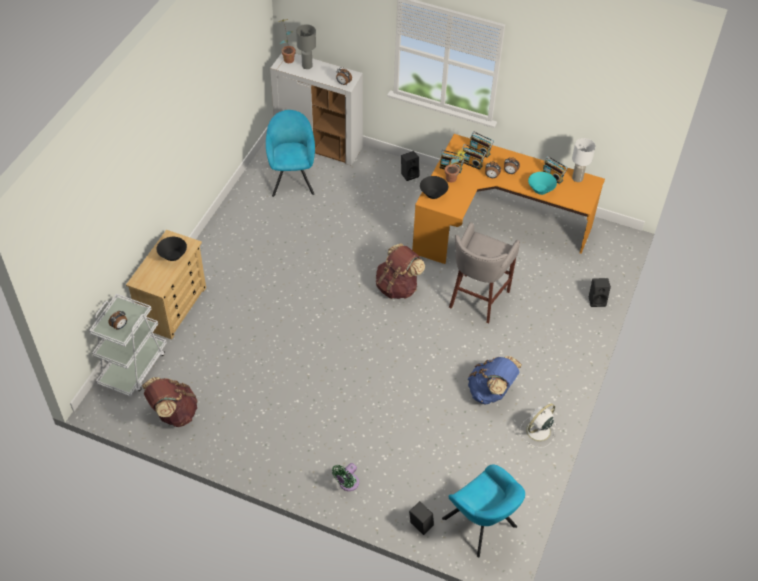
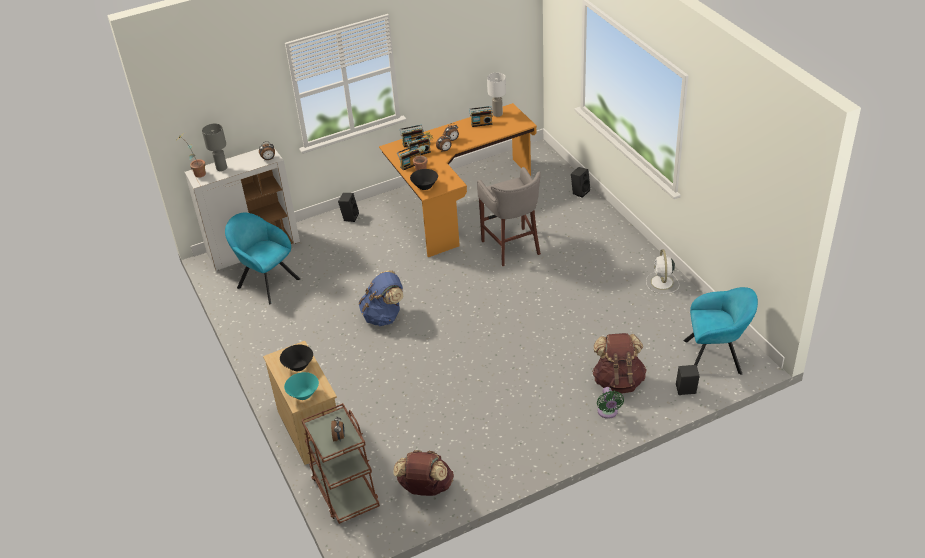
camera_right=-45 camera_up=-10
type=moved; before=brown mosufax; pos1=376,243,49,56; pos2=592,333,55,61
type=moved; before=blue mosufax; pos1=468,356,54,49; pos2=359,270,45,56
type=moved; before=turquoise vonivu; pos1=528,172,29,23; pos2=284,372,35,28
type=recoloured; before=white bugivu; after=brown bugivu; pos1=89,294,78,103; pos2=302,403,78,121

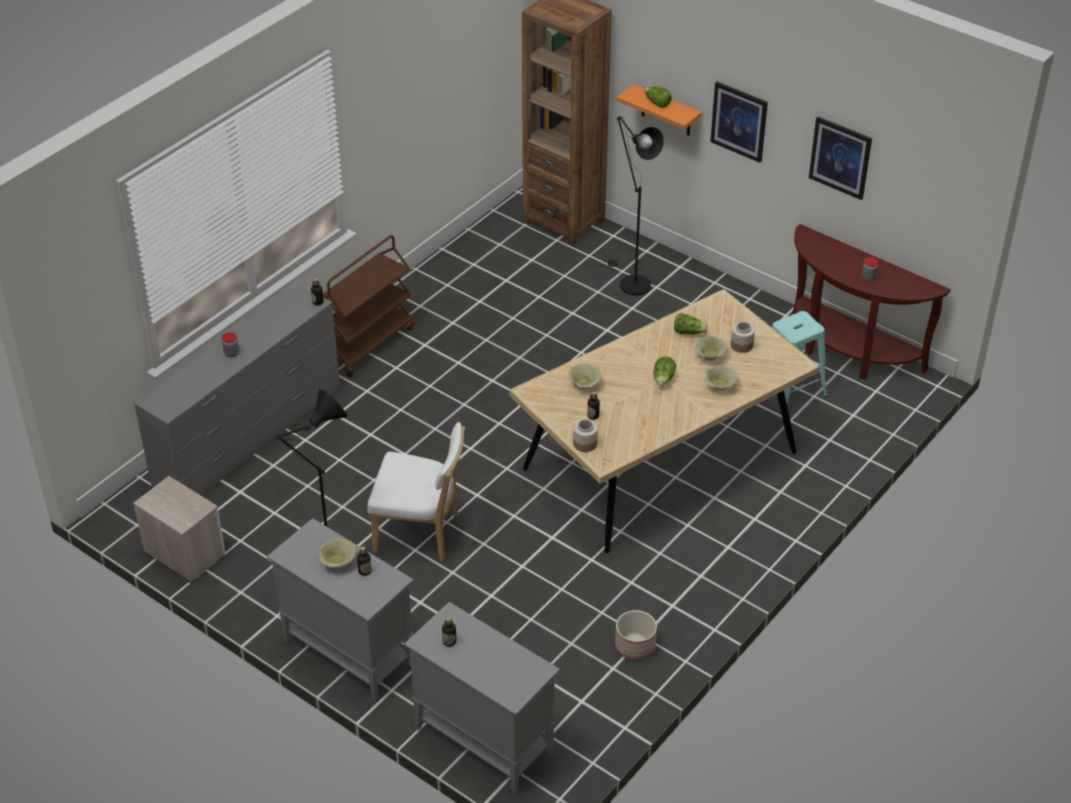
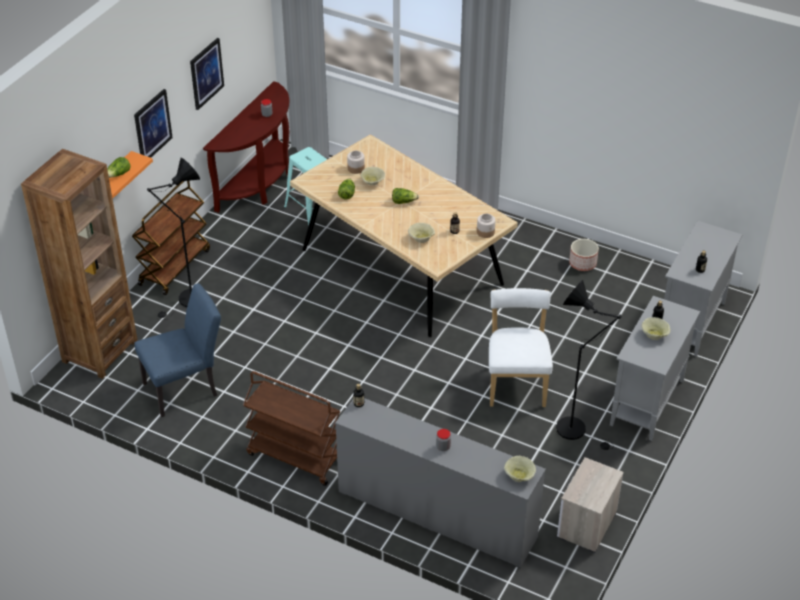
camera_right=-100 camera_up=0
type=added; after=brown bugivu; pos2=132,181,78,114
type=added; after=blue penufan; pos2=134,283,87,134
type=moved; before=beige vonivu; pos1=704,365,34,26; pos2=504,456,32,26

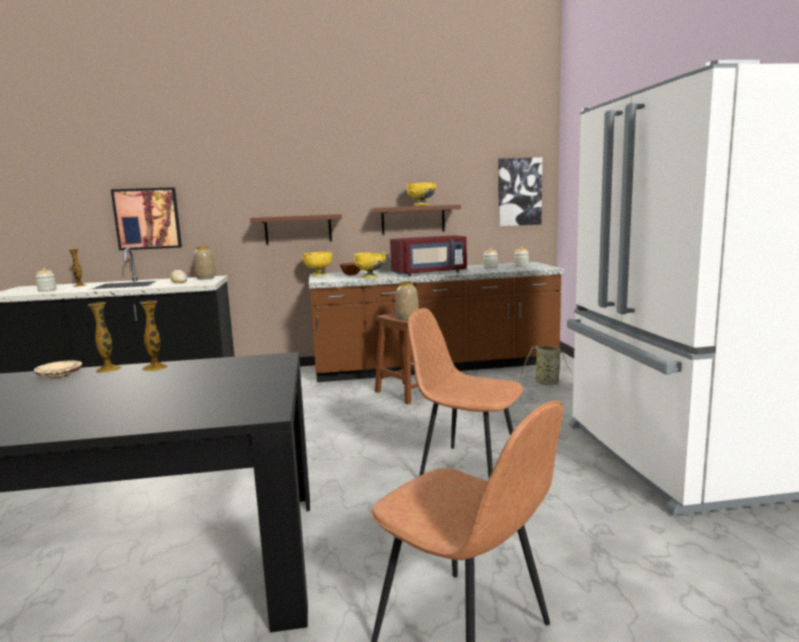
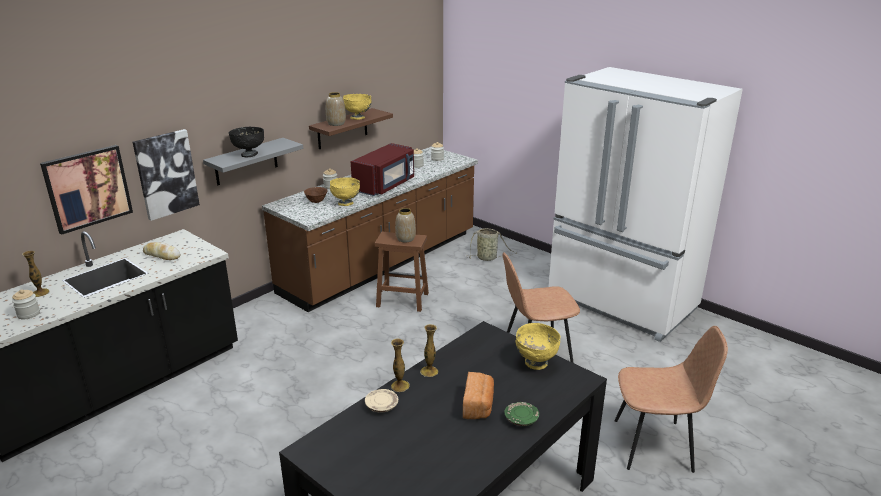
camera_right=-40 camera_up=15
type=added; after=black vonivu; pos2=229,127,35,30
type=added; after=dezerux; pos2=463,372,31,47
type=added; after=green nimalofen; pos2=504,402,35,24
type=moved; before=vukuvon; pos1=194,246,22,33; pos2=326,92,20,34
type=moved; before=yellow vonivu; pos1=302,252,30,24; pos2=515,323,45,47
type=moved; before=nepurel; pos1=499,157,43,69; pos2=133,129,67,92
type=recoloured; before=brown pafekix; after=grey pafekix; pos1=250,214,92,30; pos2=203,138,100,47

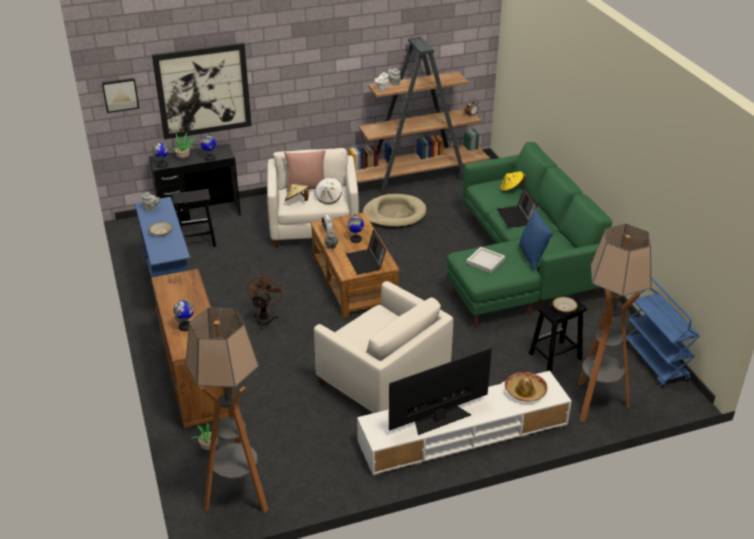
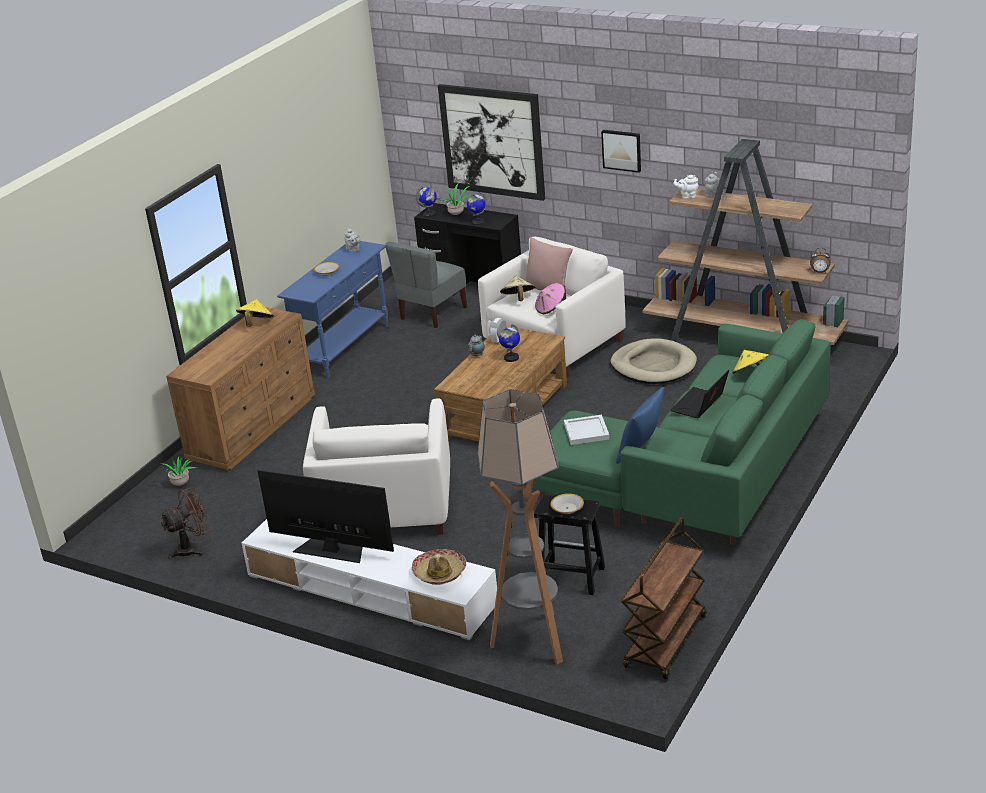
camera_right=50 camera_up=-5
type=removed; before=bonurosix; pos1=174,300,20,31
type=removed; before=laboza; pos1=185,307,83,206
type=removed; before=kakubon; pos1=346,230,40,44
type=added; after=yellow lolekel; pos2=236,299,38,28
type=moved; before=nepurel; pos1=102,78,37,35; pos2=601,130,40,43
type=moved; before=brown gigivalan; pos1=247,273,37,57; pos2=160,487,51,72
type=replaced; before=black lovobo; after=grey penufan; pos1=172,189,44,58; pos2=385,242,82,86
type=recoloured; before=white lolekel; after=pink lolekel; pos1=315,178,27,26; pos2=535,283,31,31
type=recoloured; before=blue bugivu; after=brown bugivu; pos1=626,277,74,111; pos2=621,517,85,163

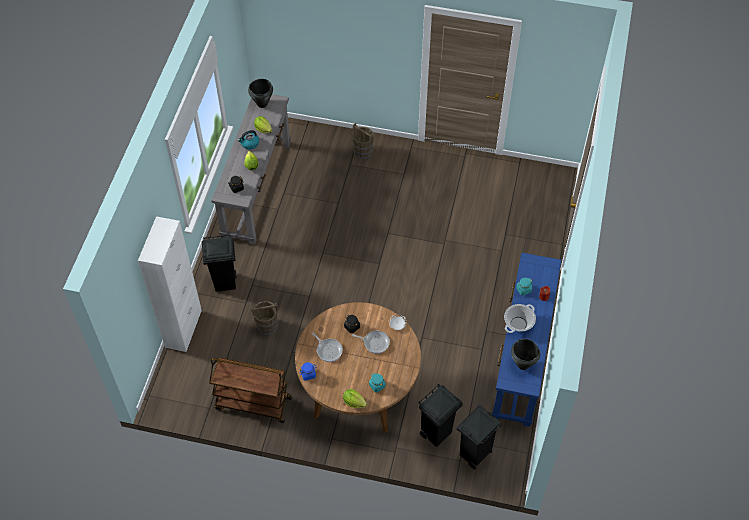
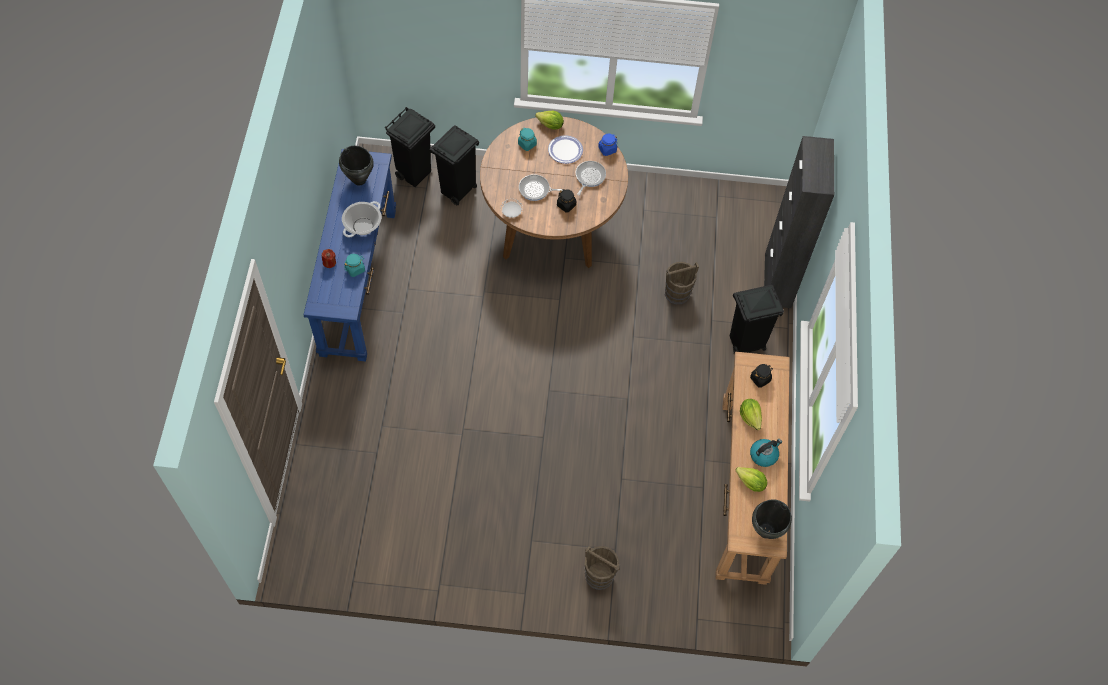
camera_right=170 camera_up=5
type=removed; before=brown bugivu; pos1=209,357,83,66
type=added; after=nimalofen; pos2=548,135,35,29
type=recoloured; before=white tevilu; after=black tevilu; pos1=138,216,64,136; pos2=764,136,70,172
type=recoloured; before=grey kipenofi; after=brown kipenofi; pos1=211,94,80,151; pos2=715,352,75,233
type=turned; before=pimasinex; pos1=312,332,31,30; pos2=575,161,31,35; turn=75

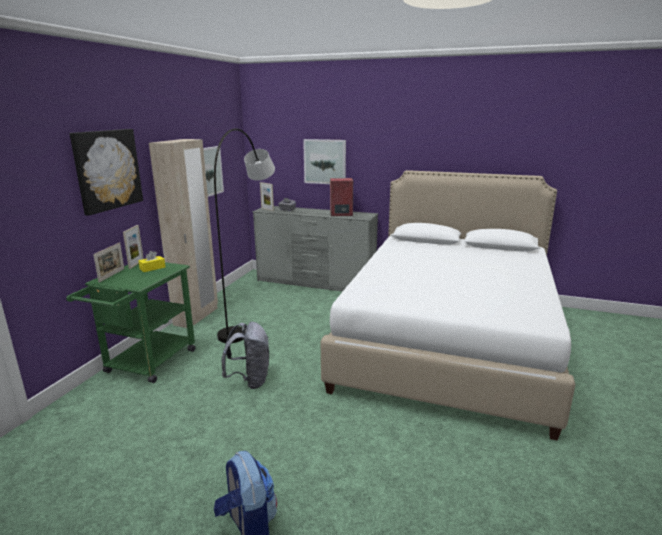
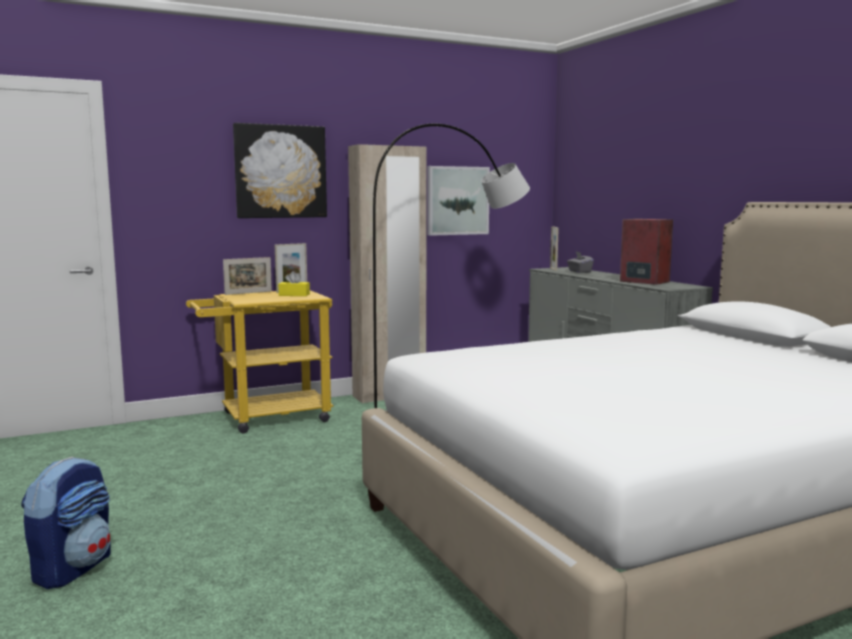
camera_right=45 camera_up=-10
type=removed; before=grey mosufax; pos1=222,322,47,67
type=removed; before=nepurel; pos1=303,139,43,45
type=recoloured; before=green bugivu; after=yellow bugivu; pos1=66,262,129,121; pos2=186,290,147,143

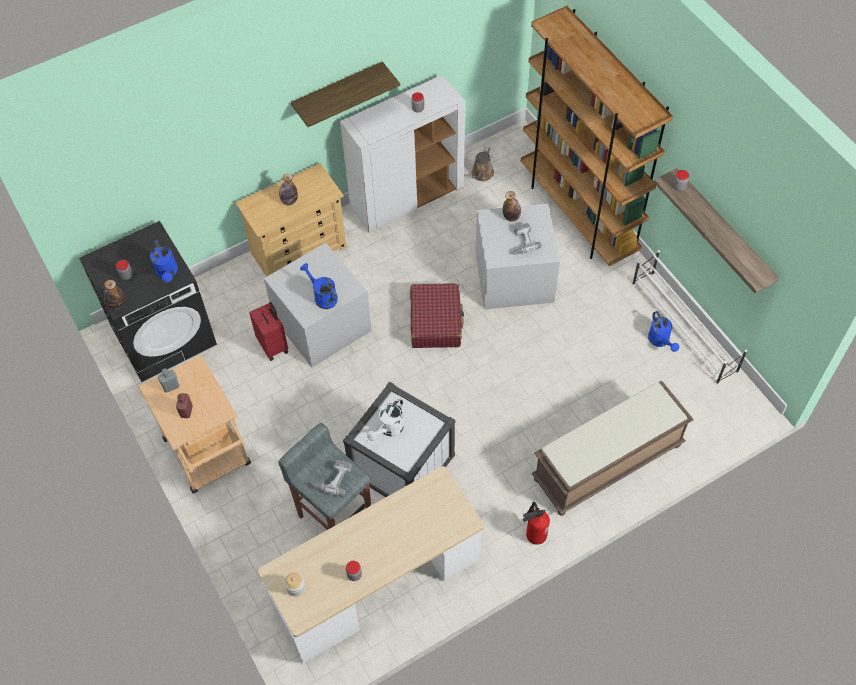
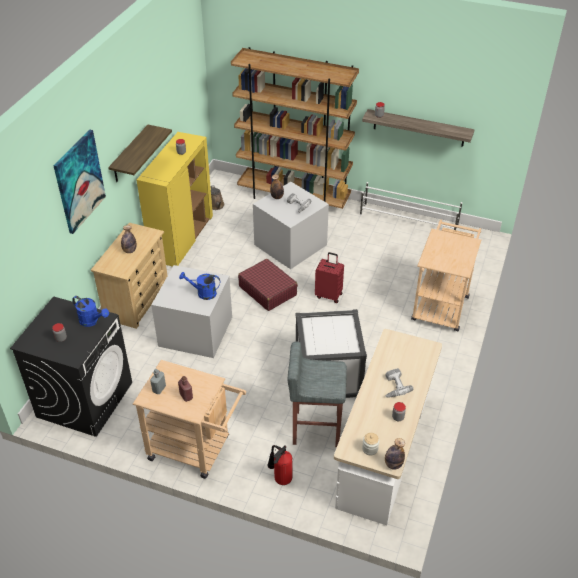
camera_right=-40 camera_up=-15
type=removed; before=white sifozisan; pos1=367,398,37,43
type=removed; before=blue sifozisan; pos1=648,311,31,41
type=added; after=nepurel; pos2=53,130,53,104
type=moved; before=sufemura; pos1=104,280,22,30; pos2=385,438,20,32
type=moved; before=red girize; pos1=249,302,39,59; pos2=315,252,29,51
type=moved; before=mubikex; pos1=311,460,42,36; pos2=385,368,28,29
type=moved; before=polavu; pos1=522,502,28,43; pos2=267,445,26,40
type=replaced; before=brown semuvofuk; after=beige bugivu; pos1=531,380,163,136; pos2=411,219,70,112
type=recoloured; before=white tevilu; after=yellow tevilu; pos1=340,75,125,158; pos2=137,132,76,135

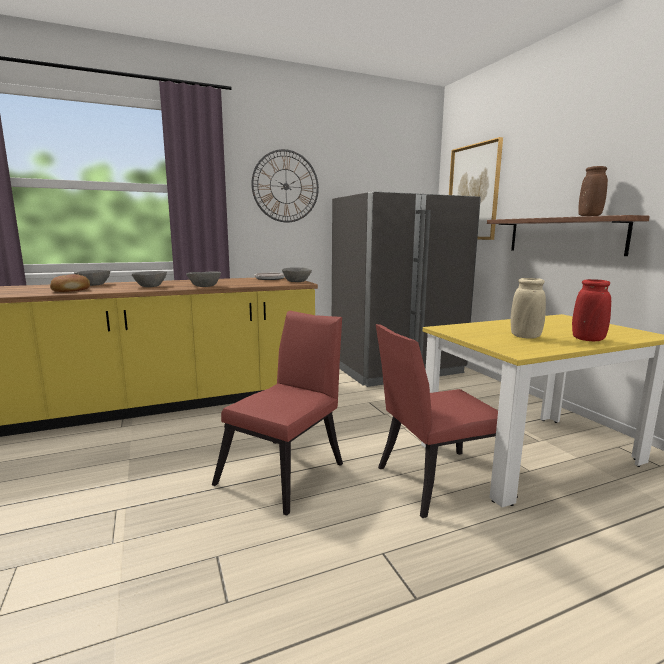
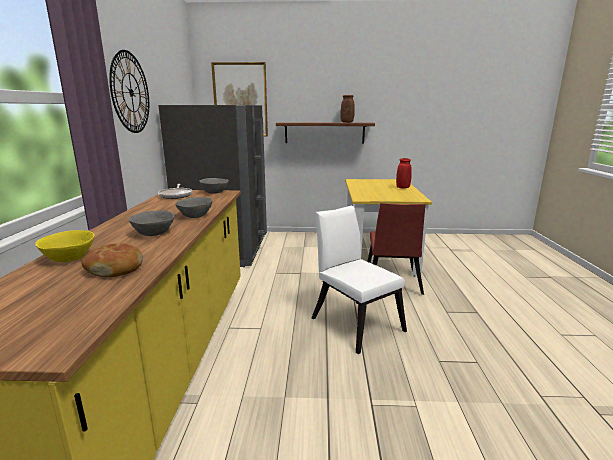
camera_right=-65 camera_up=5
type=removed; before=beige vukuvon; pos1=510,278,36,61
type=recoloured; before=grey vonivu; after=yellow vonivu; pos1=74,270,36,16; pos2=35,230,59,32
type=recoloured; before=red penufan; after=white penufan; pos1=212,311,131,205; pos2=311,206,96,148

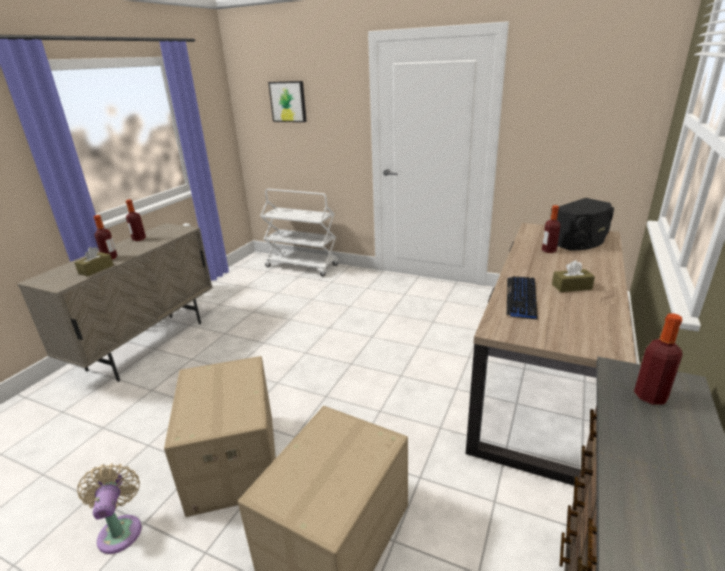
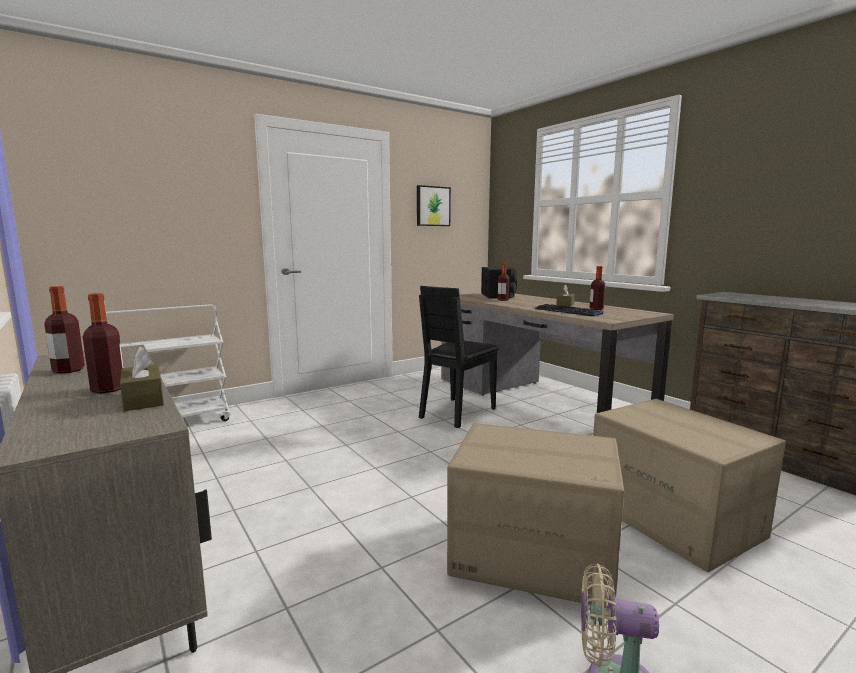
camera_right=-60 camera_up=-15
type=added; after=black penufan; pos2=419,286,80,142
type=moved; before=nepurel; pos1=268,81,39,41; pos2=417,185,34,41
type=moved; before=sufemura; pos1=634,313,49,92; pos2=590,266,16,44

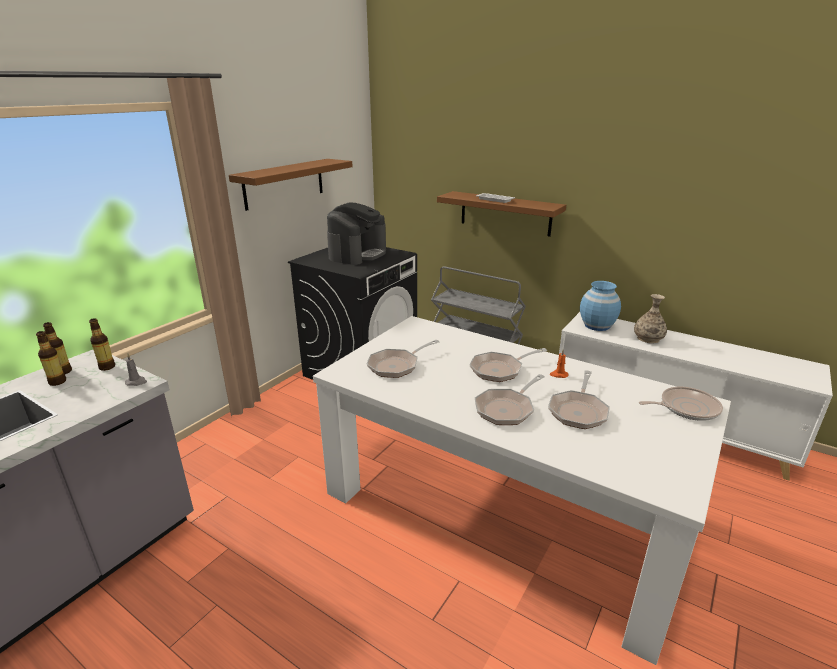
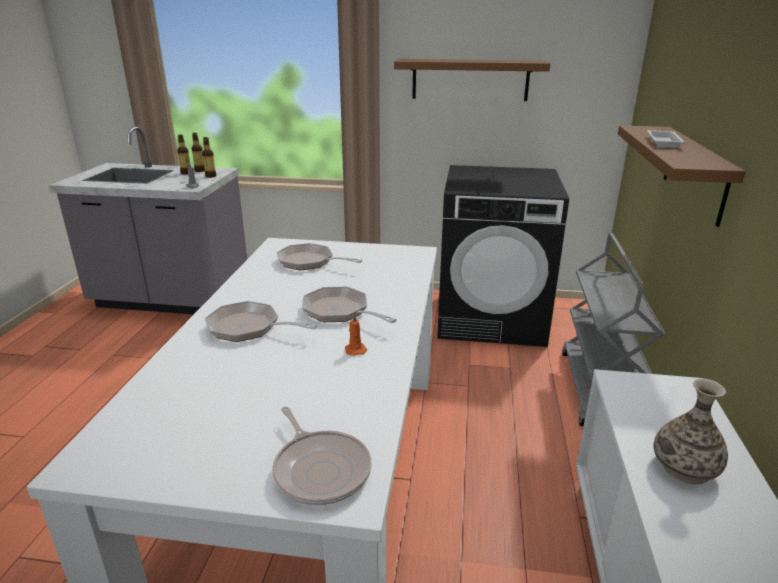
camera_right=65 camera_up=0
type=removed; before=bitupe; pos1=327,203,59,62
type=removed; before=pimasinex; pos1=548,370,62,59
type=removed; before=blue vukuvon; pos1=580,281,41,50

